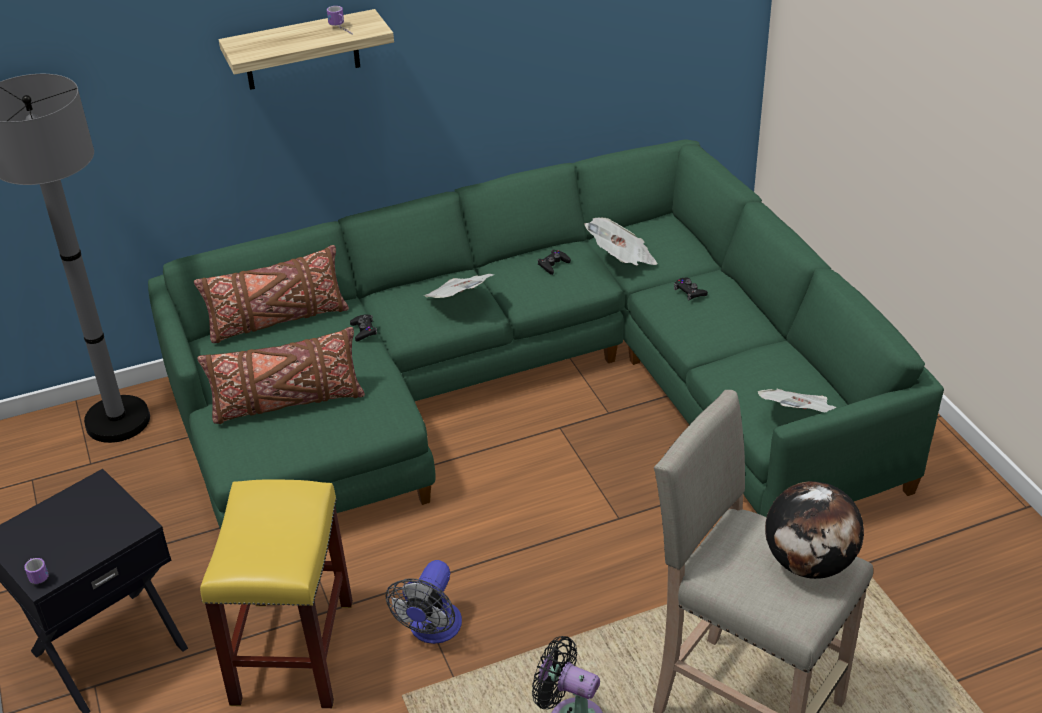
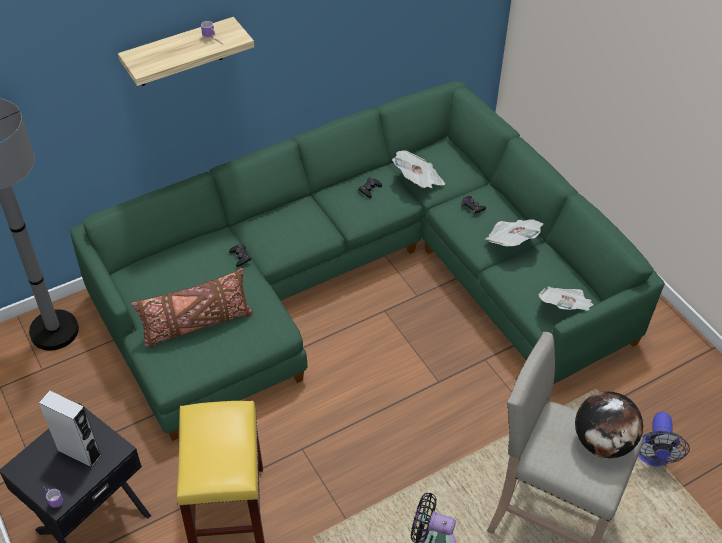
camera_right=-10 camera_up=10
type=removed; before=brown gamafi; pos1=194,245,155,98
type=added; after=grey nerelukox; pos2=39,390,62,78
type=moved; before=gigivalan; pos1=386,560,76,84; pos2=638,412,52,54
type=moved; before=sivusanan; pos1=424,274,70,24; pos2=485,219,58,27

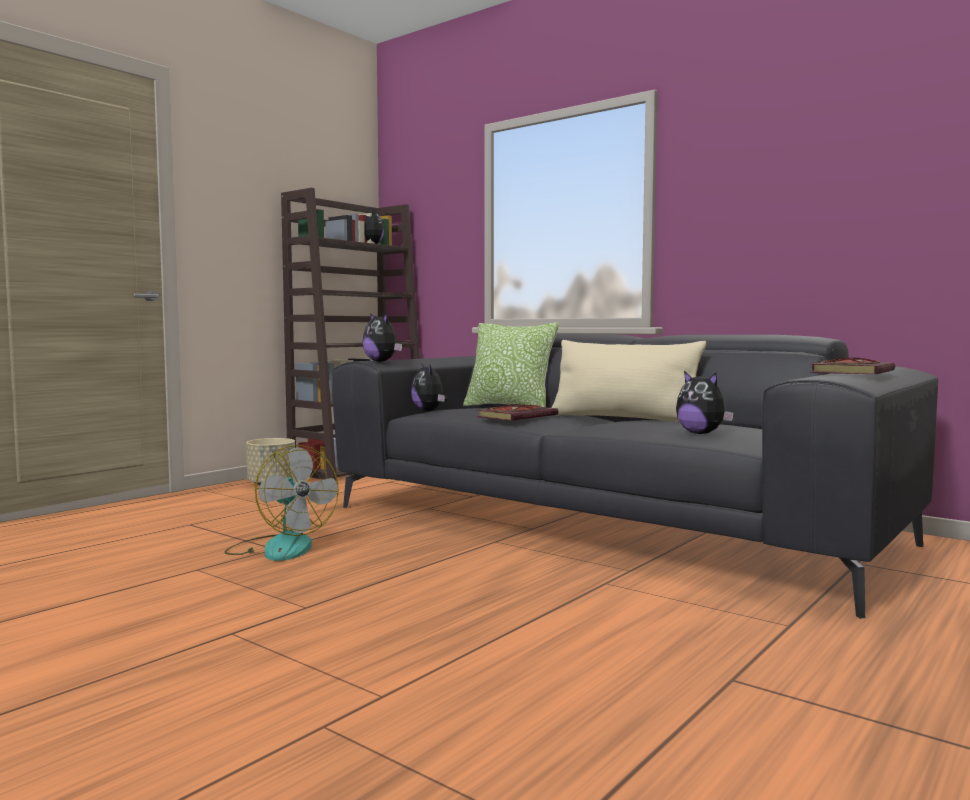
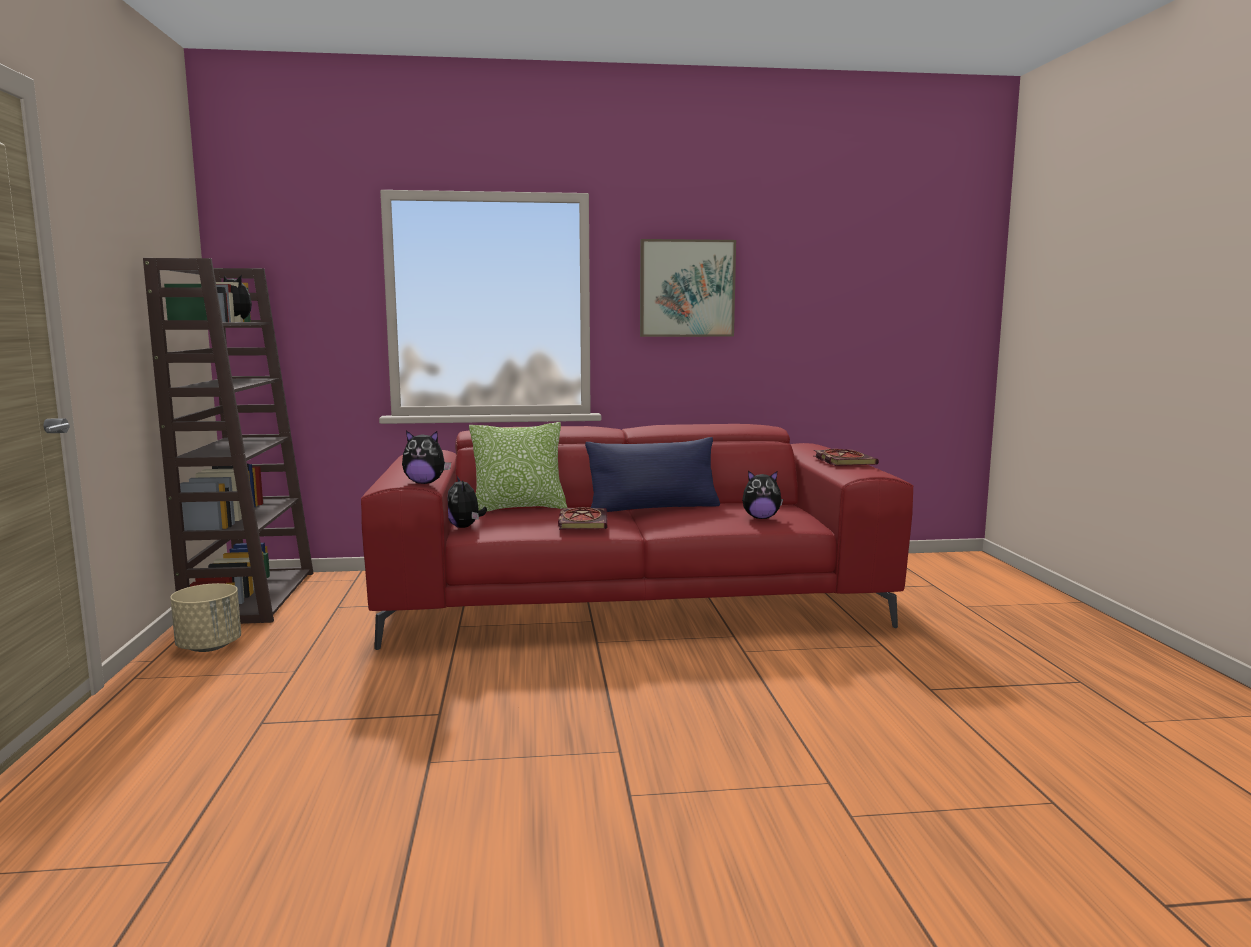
camera_right=-45 camera_up=5
type=removed; before=gigivalan; pos1=224,445,115,116
type=added; after=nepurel; pos2=640,239,96,98
type=recoloured; before=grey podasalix; after=red podasalix; pos1=332,334,606,284; pos2=361,424,552,226
type=recoloured; before=beige gamafi; after=blue gamafi; pos1=551,340,155,82; pos2=585,437,135,75
type=turned; before=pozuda; pos1=411,364,38,47; pos2=448,476,39,52; turn=45

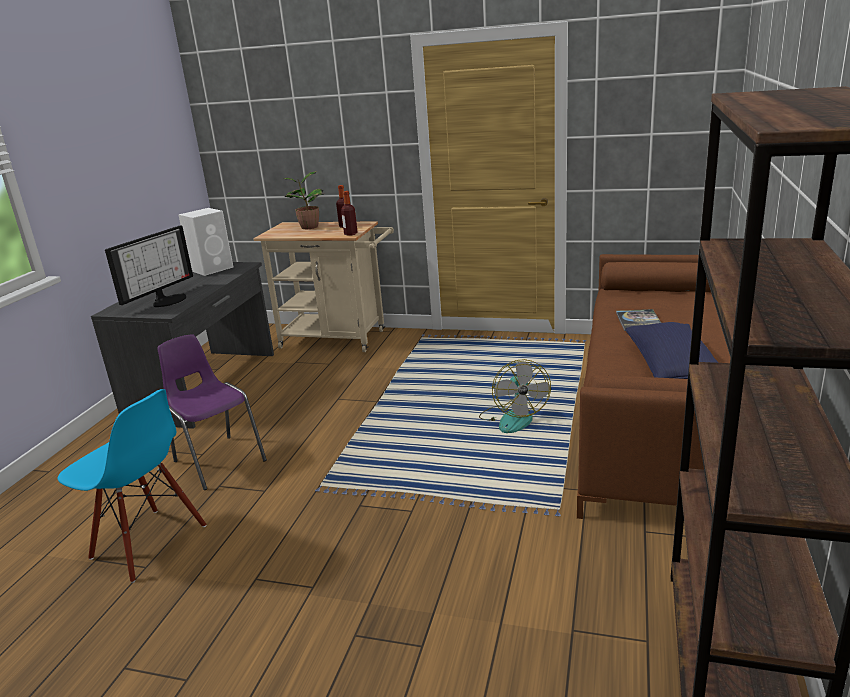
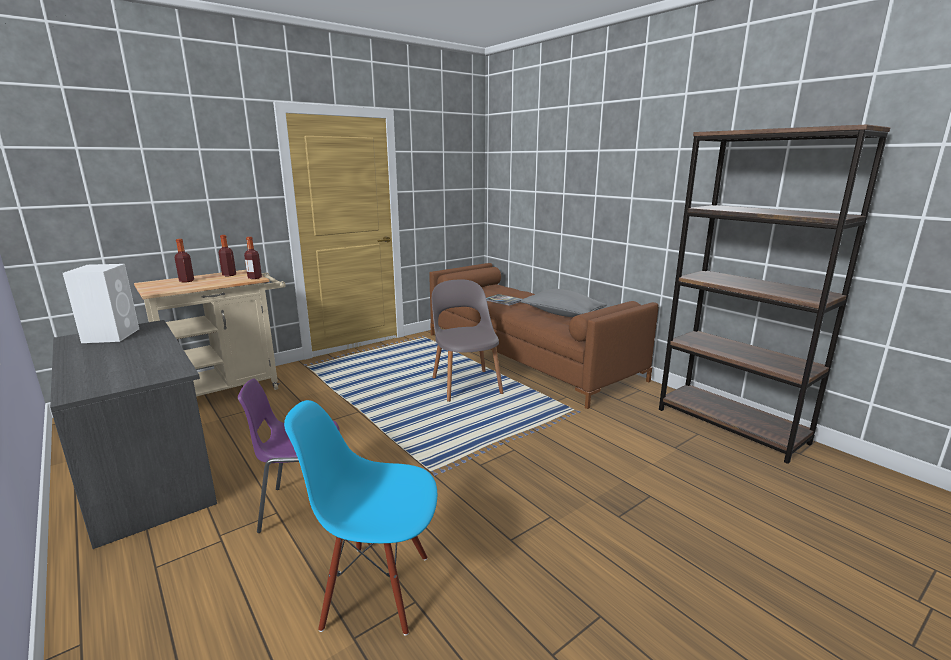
camera_right=-55 camera_up=-5
type=removed; before=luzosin; pos1=105,226,88,81
type=replaced; before=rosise; after=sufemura; pos1=283,171,41,58; pos2=175,239,19,44
type=replaced; before=gigivalan; after=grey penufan; pos1=479,359,72,74; pos2=432,279,71,123
type=recoloured; before=blue gamafi; after=grey gamafi; pos1=626,322,93,57; pos2=520,289,87,28
type=turned; before=blue penufan; pos1=57,389,150,194; pos2=284,400,153,236; turn=-150

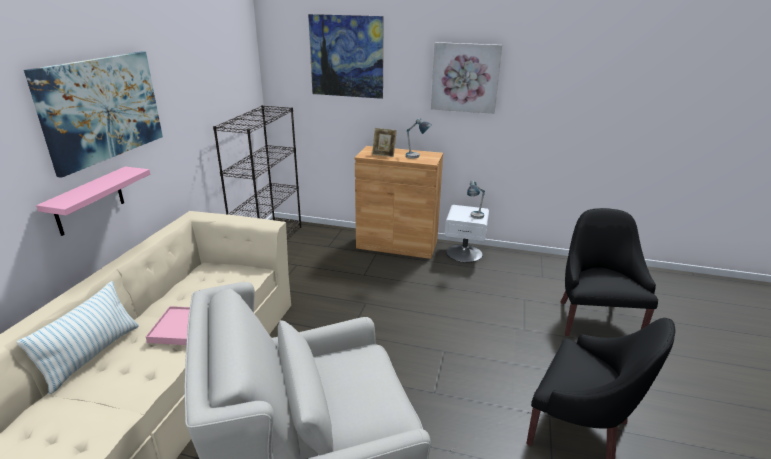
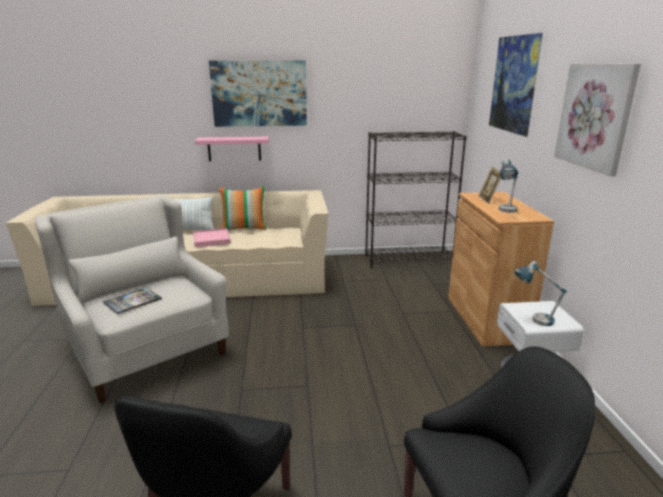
camera_right=70 camera_up=-5
type=added; after=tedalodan; pos2=103,288,59,26
type=added; after=gamafi; pos2=219,186,48,44

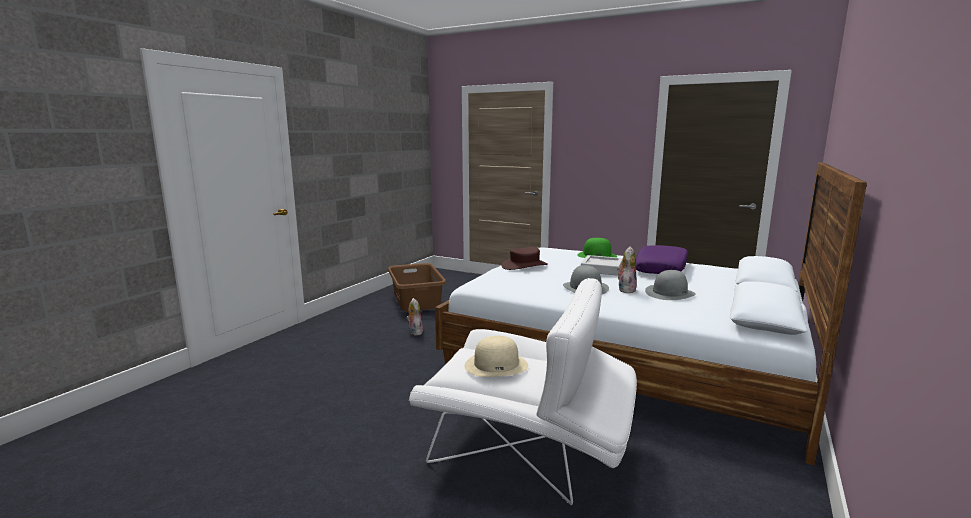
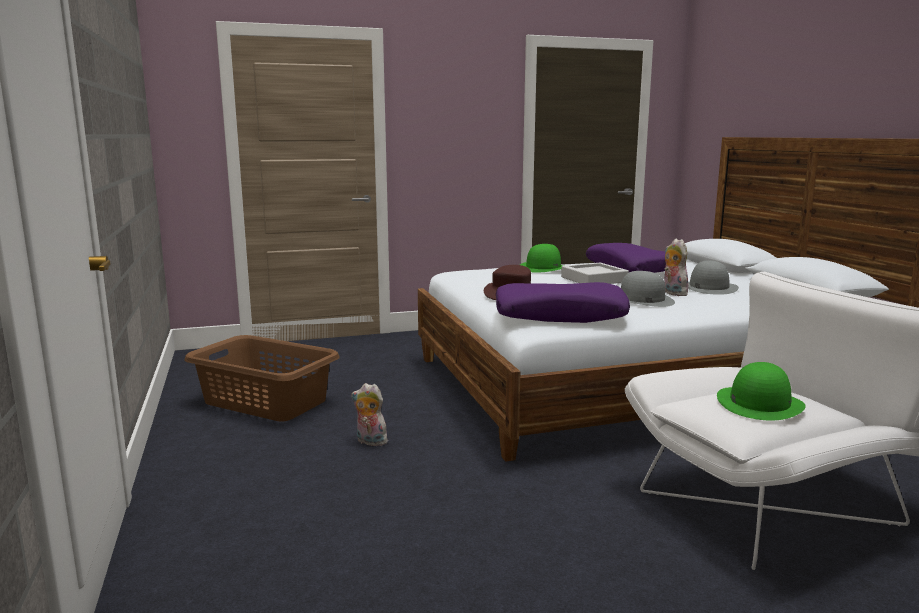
camera_right=-45 camera_up=0
type=added; after=purple gamafi; pos2=496,282,134,41
type=recoloured; before=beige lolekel; after=green lolekel; pos1=464,336,64,41; pos2=717,362,89,59

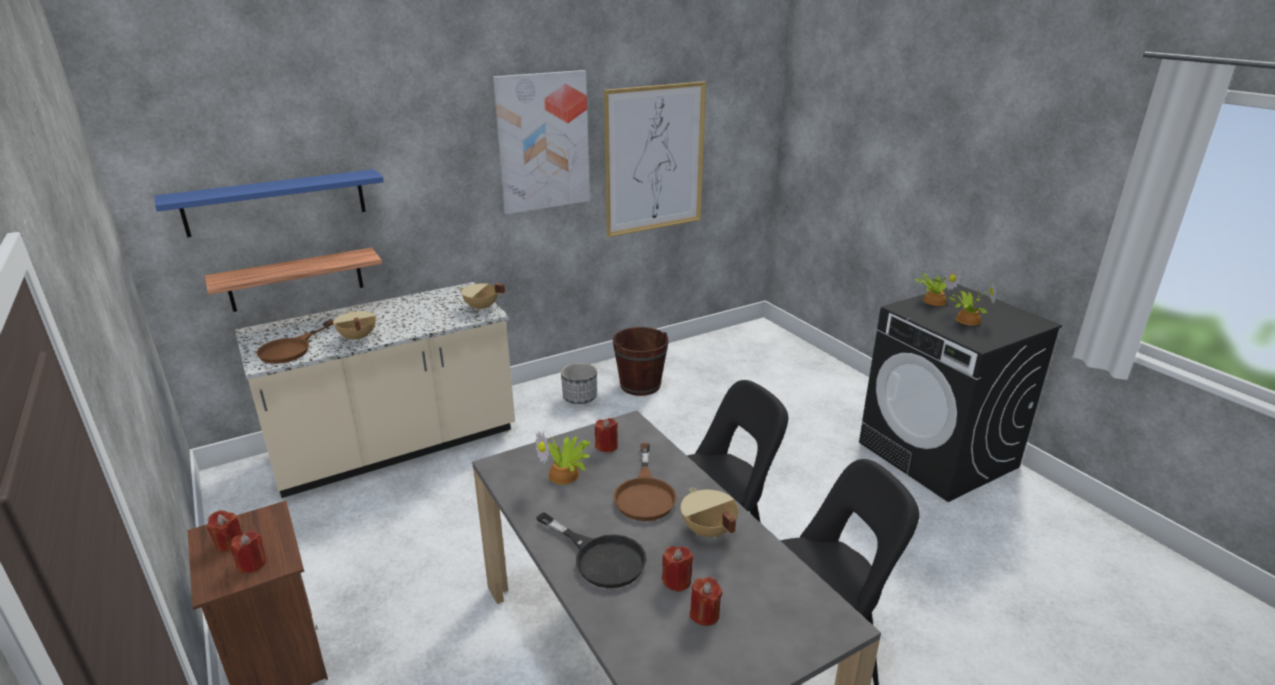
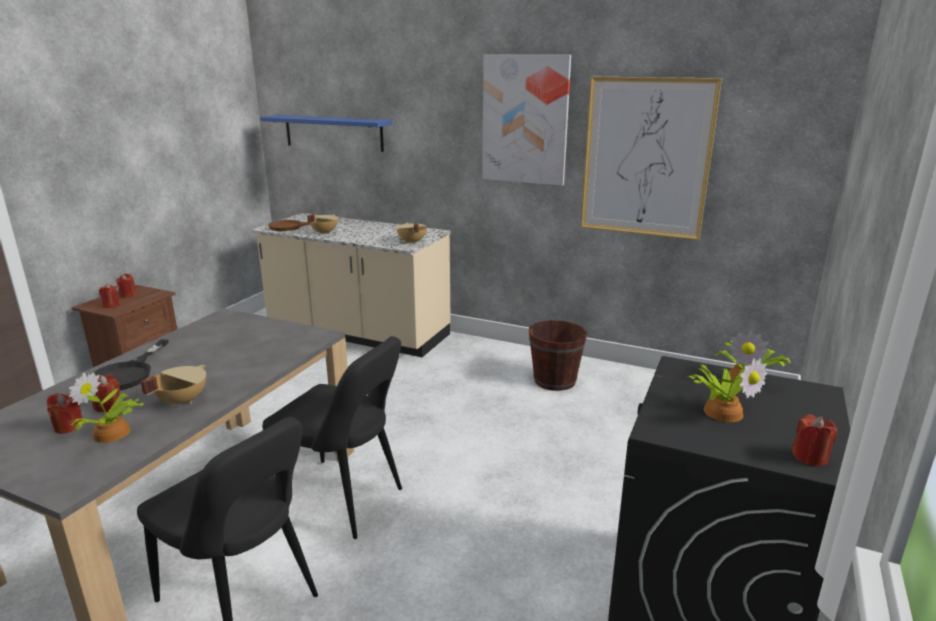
camera_right=55 camera_up=-5
type=removed; before=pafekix; pos1=205,248,177,64
type=removed; before=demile; pos1=561,363,36,41
type=removed; before=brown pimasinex; pos1=613,443,64,78
type=moved; before=rosise; pos1=535,432,55,53; pos2=69,372,75,71
type=moved; before=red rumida; pos1=595,418,23,35; pos2=792,414,46,52

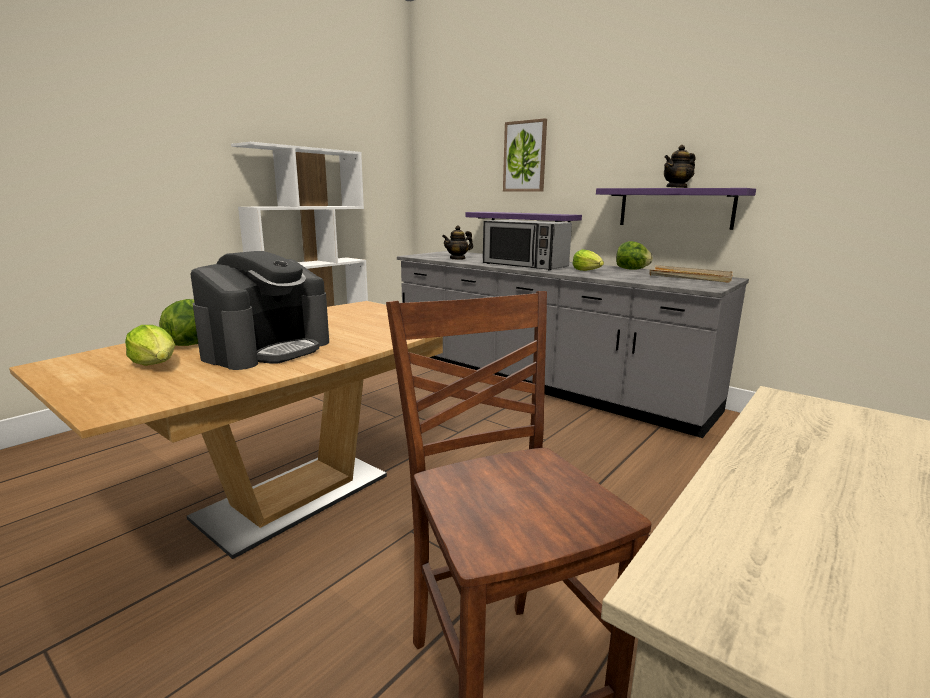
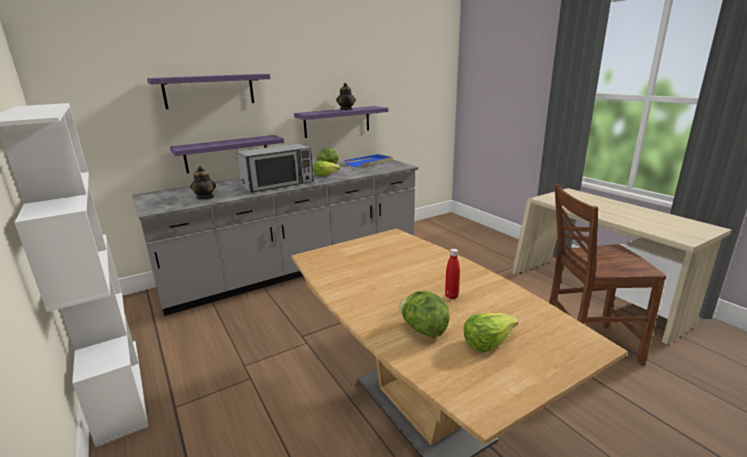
camera_right=-70 camera_up=5
type=replaced; before=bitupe; after=red sufemura; pos1=190,251,139,119; pos2=445,249,15,50
type=replaced; before=nepurel; after=purple pafekix; pos1=503,118,44,74; pos2=147,74,123,35
type=recoloured; before=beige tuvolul; after=blue tuvolul; pos1=649,265,84,18; pos2=344,154,49,13

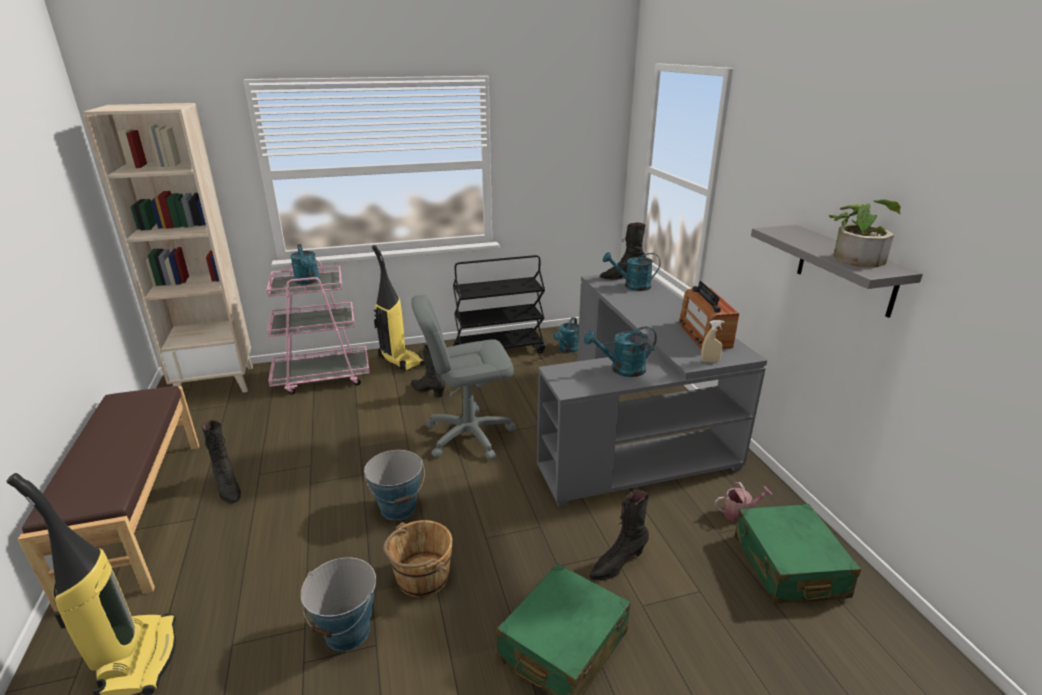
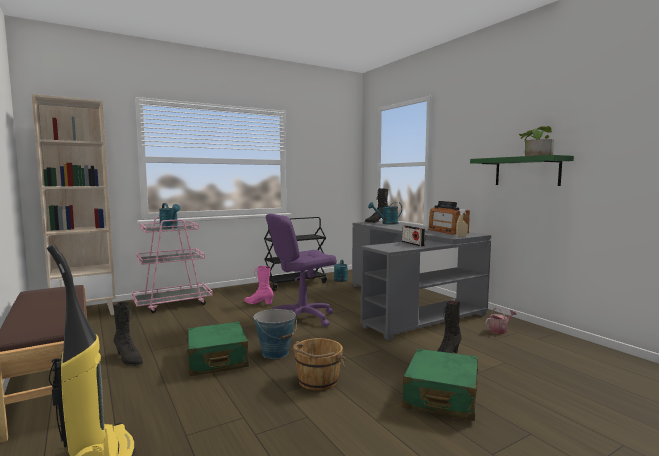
camera_right=-15 camera_up=-20
type=removed; before=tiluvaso; pos1=301,557,75,94
type=removed; before=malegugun; pos1=372,245,53,126
type=moved; before=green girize; pos1=735,504,126,100; pos2=186,321,63,55
type=replaced; before=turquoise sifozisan; after=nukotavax; pos1=584,326,73,51; pos2=402,225,23,22
type=recoloured; before=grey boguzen; after=purple boguzen; pos1=411,295,105,165; pos2=266,214,71,113
type=recoloured; before=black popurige; after=pink popurige; pos1=411,345,34,53; pos2=244,266,30,38
type=recoloured; before=grey pafekix; after=green pafekix; pos1=751,225,172,93; pos2=470,155,104,31

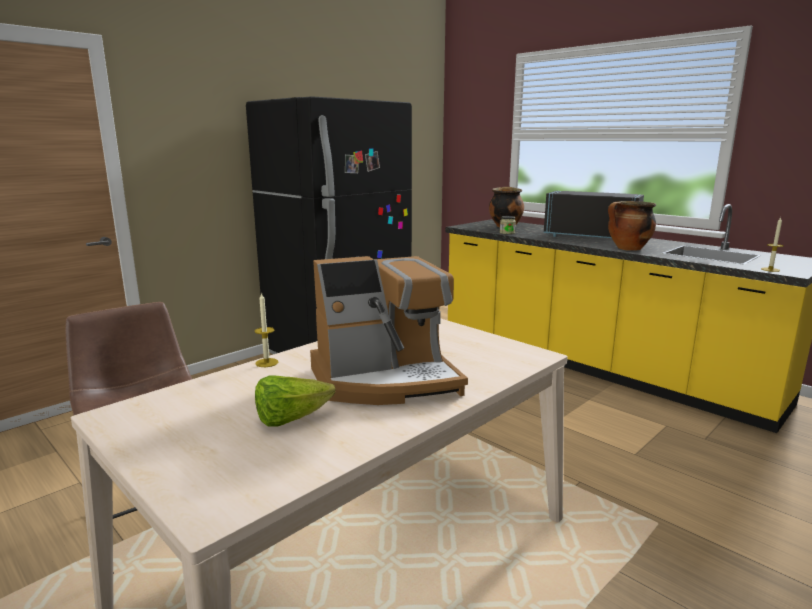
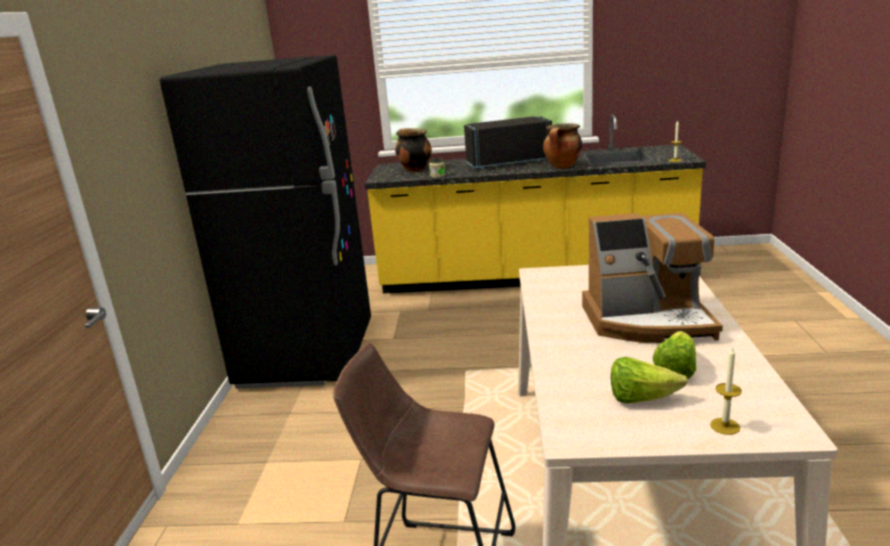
camera_right=-40 camera_up=5
type=added; after=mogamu; pos2=611,357,77,46
type=moved; before=rumida; pos1=255,292,23,75; pos2=710,346,32,89
type=turned; before=bitupe; pos1=310,256,158,149; pos2=582,212,141,131; turn=60

